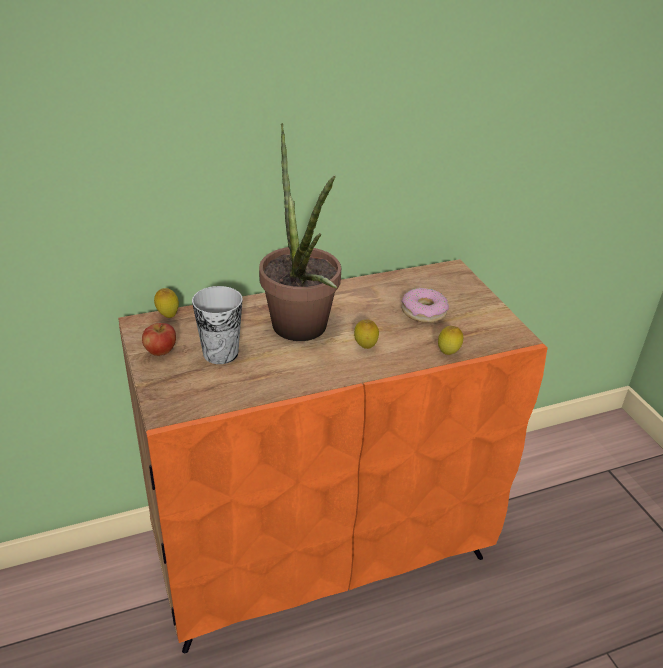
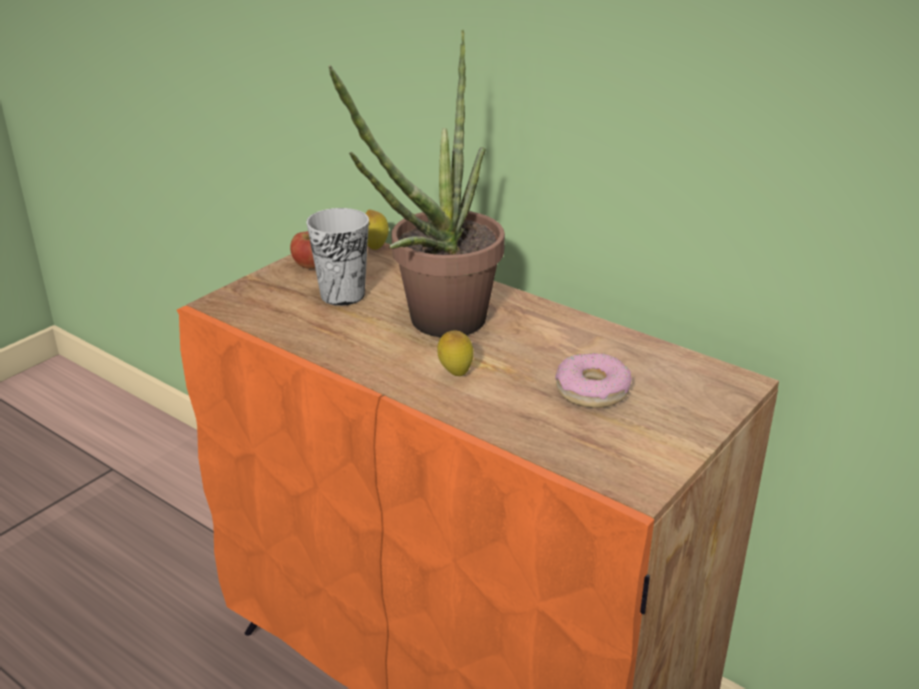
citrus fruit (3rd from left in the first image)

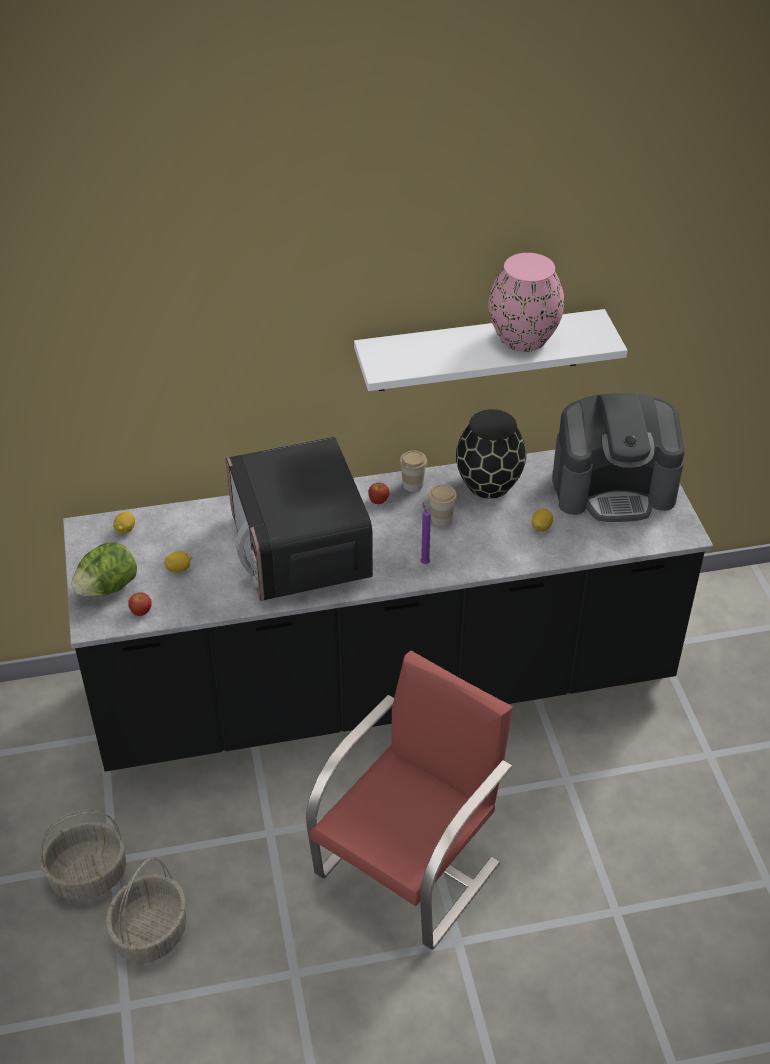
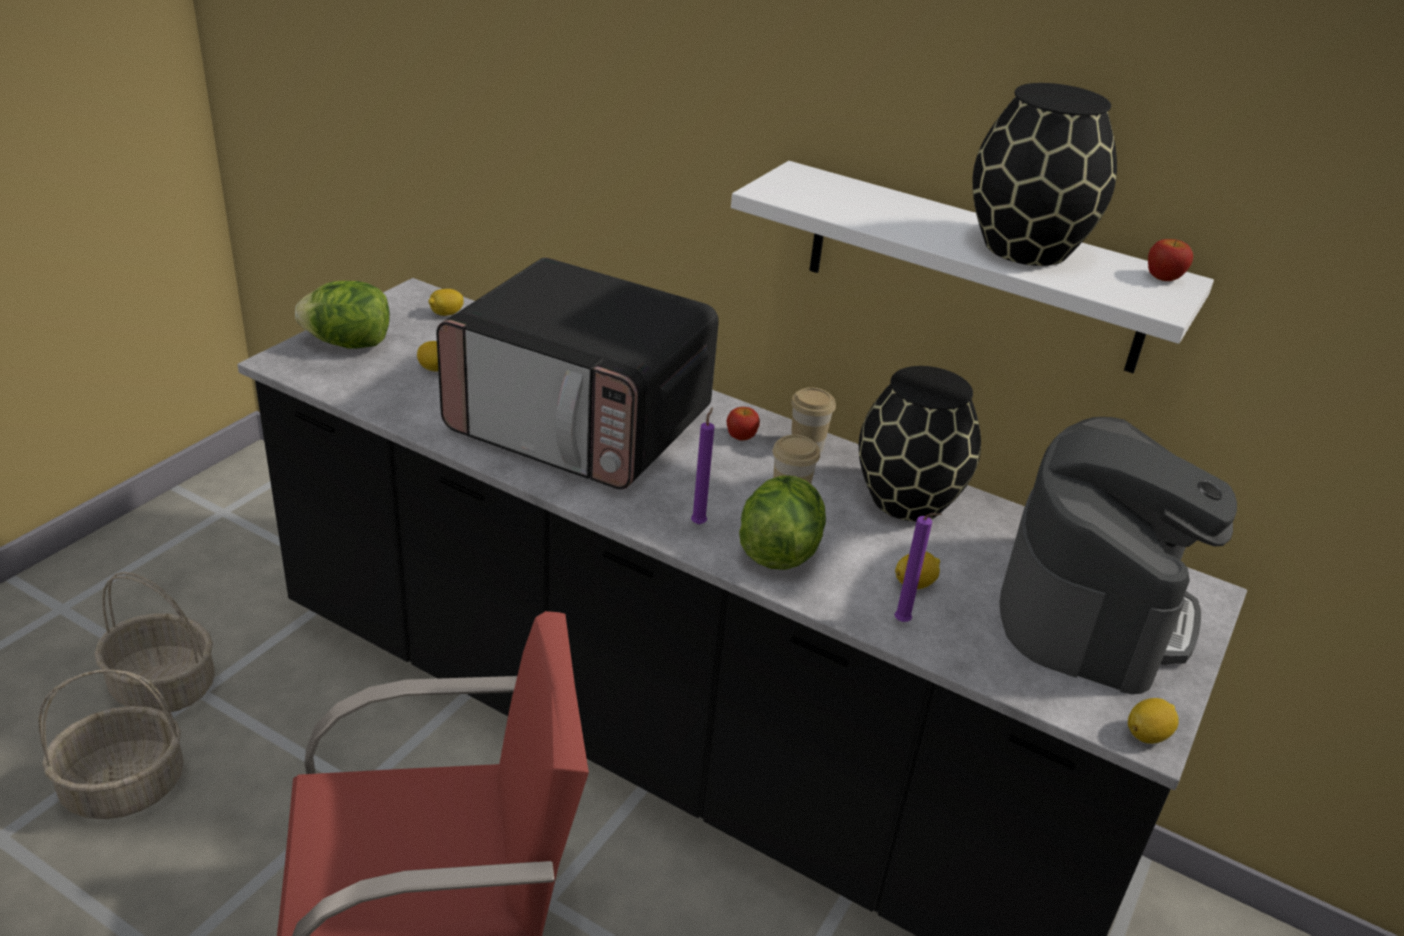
apple (2nd from left)
kitchen microwave
flower vase (blackish) (2nd from left)
coffee maker
lettuce head (2nd from left)
candle (purple-coloured) (2nd from left)
citrus fruit (4th from left)

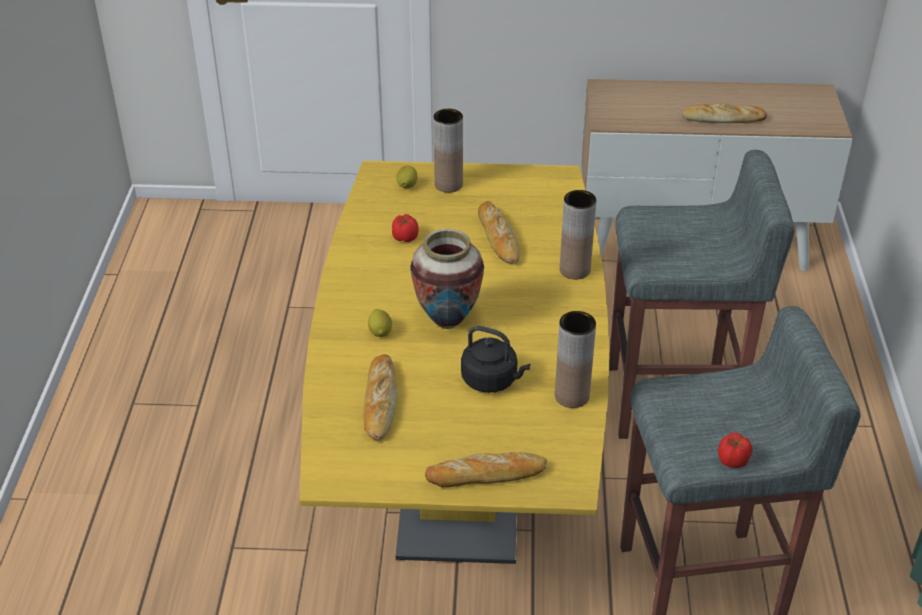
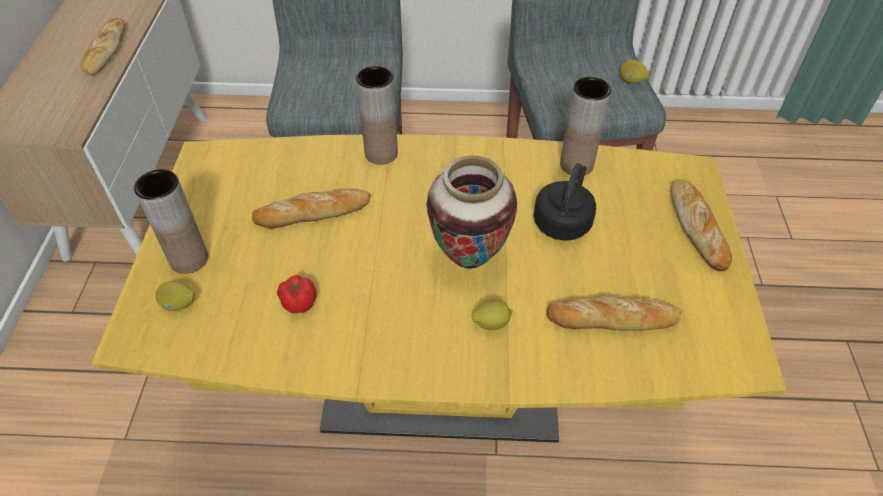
citrus fruit (3rd from left)

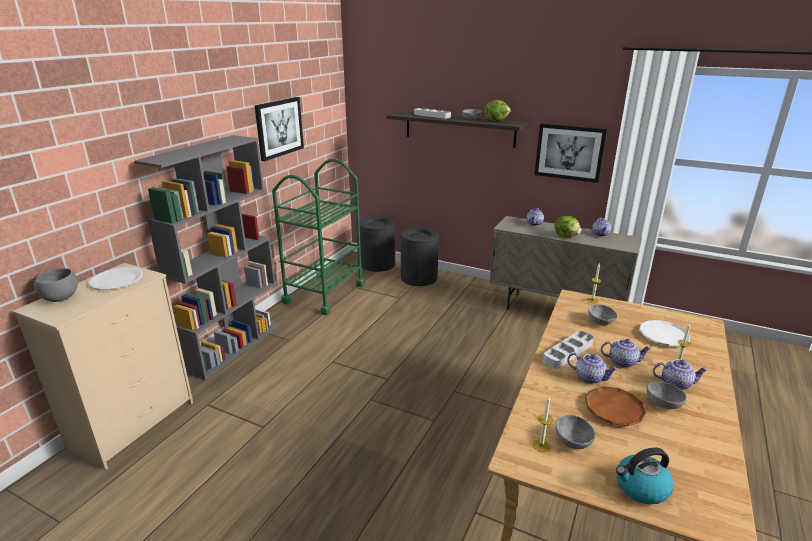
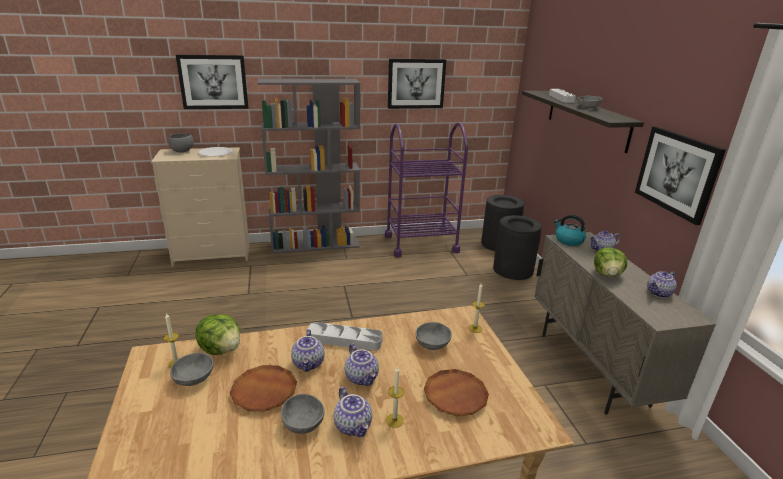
cart (purple-coloured)
lettuce head (1st from left)
kettle
flat dish (brown) (2nd from left)
picture (1st from left)

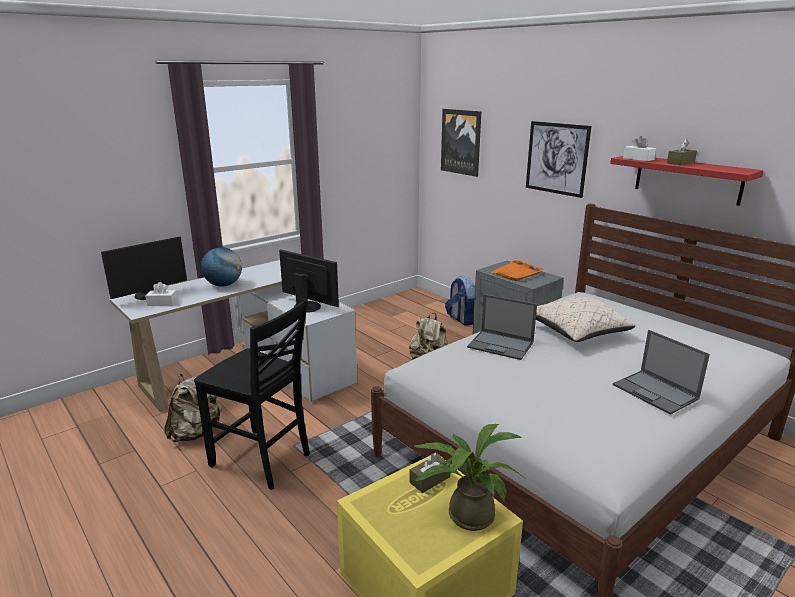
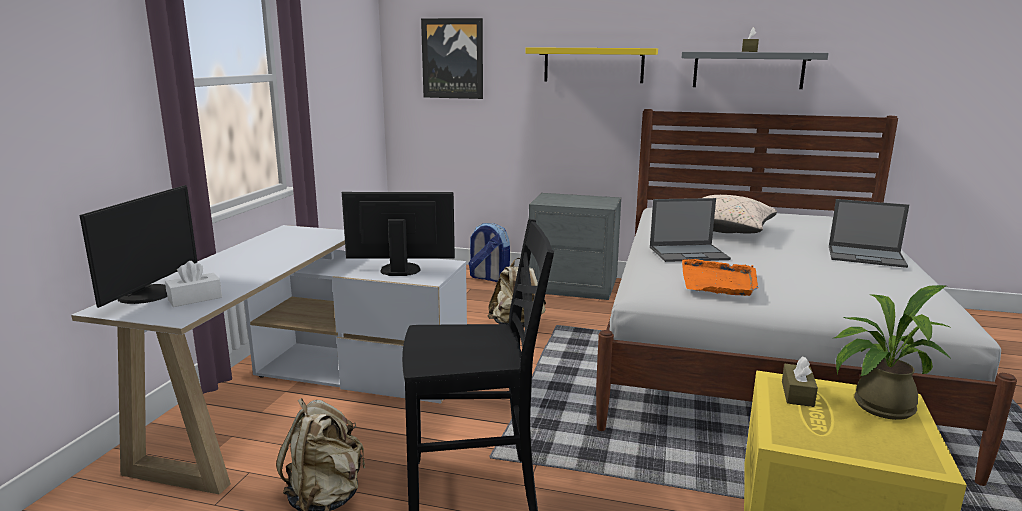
globe
carrying tray (orange-coloured)
wall shelf (yellowish)
wall shelf (gray)
tissue holder (whitish) (2nd from left in the first image)

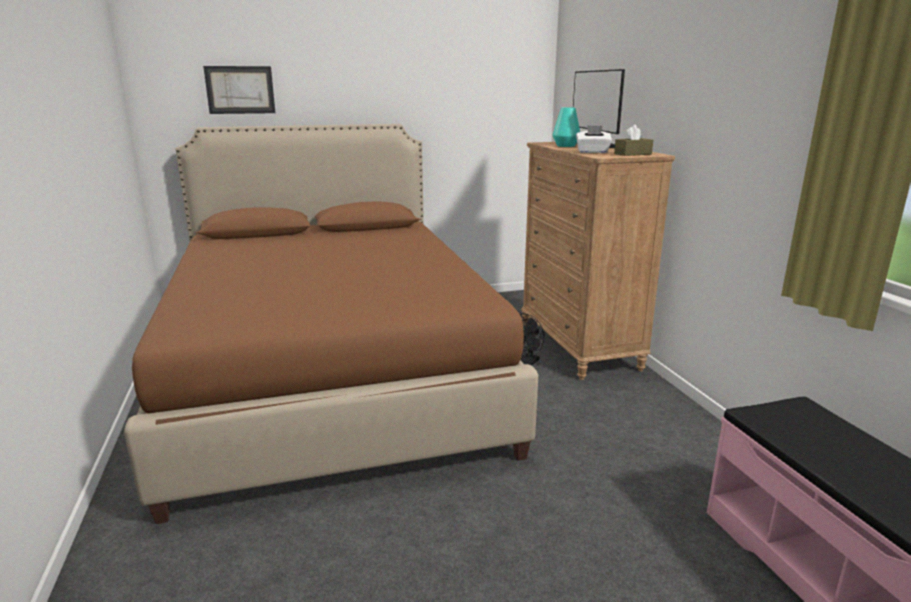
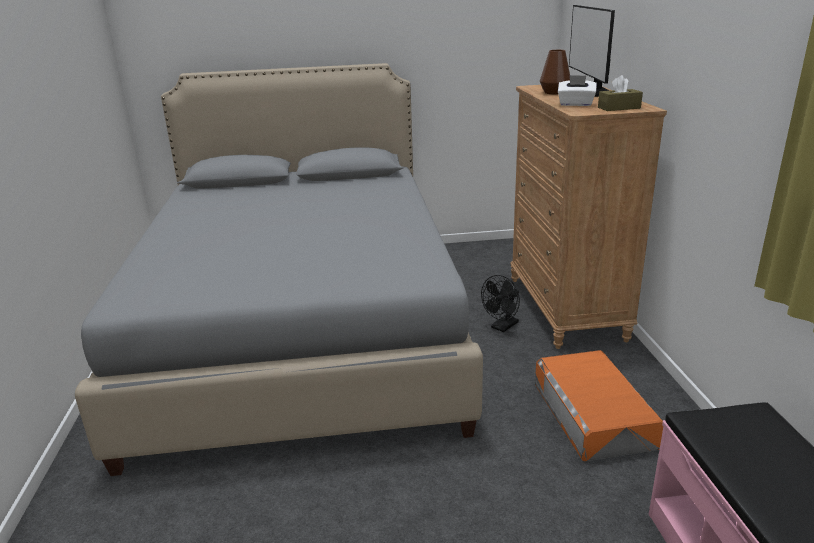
bed (gray)
picture
flower vase (brown)
storage bin (orange-coloured)

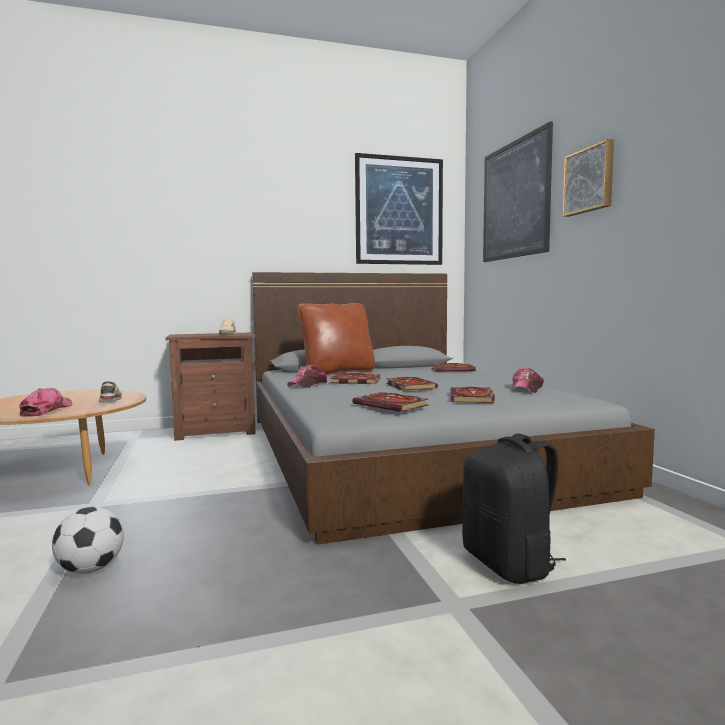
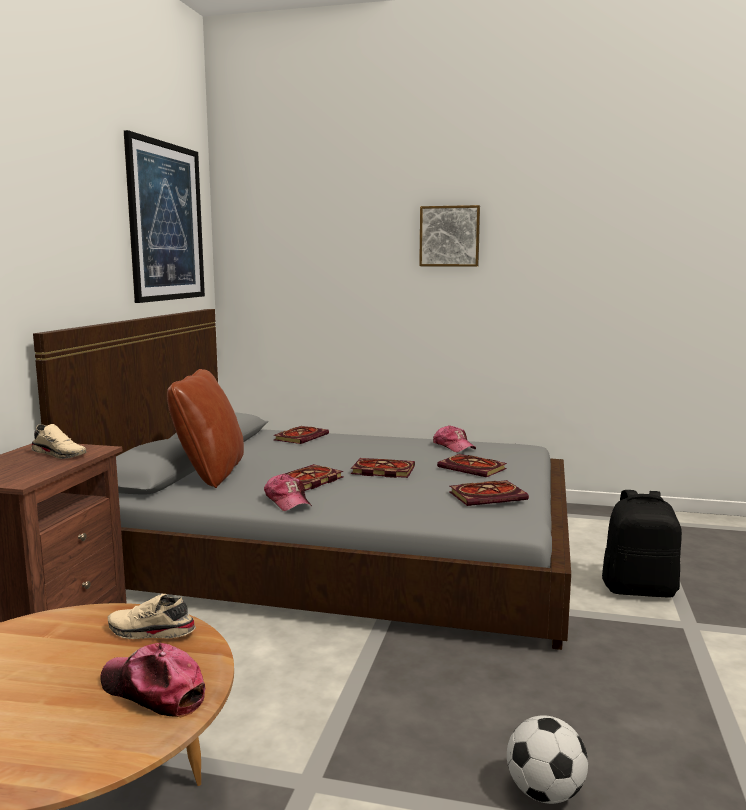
picture (2nd from left in the first image)

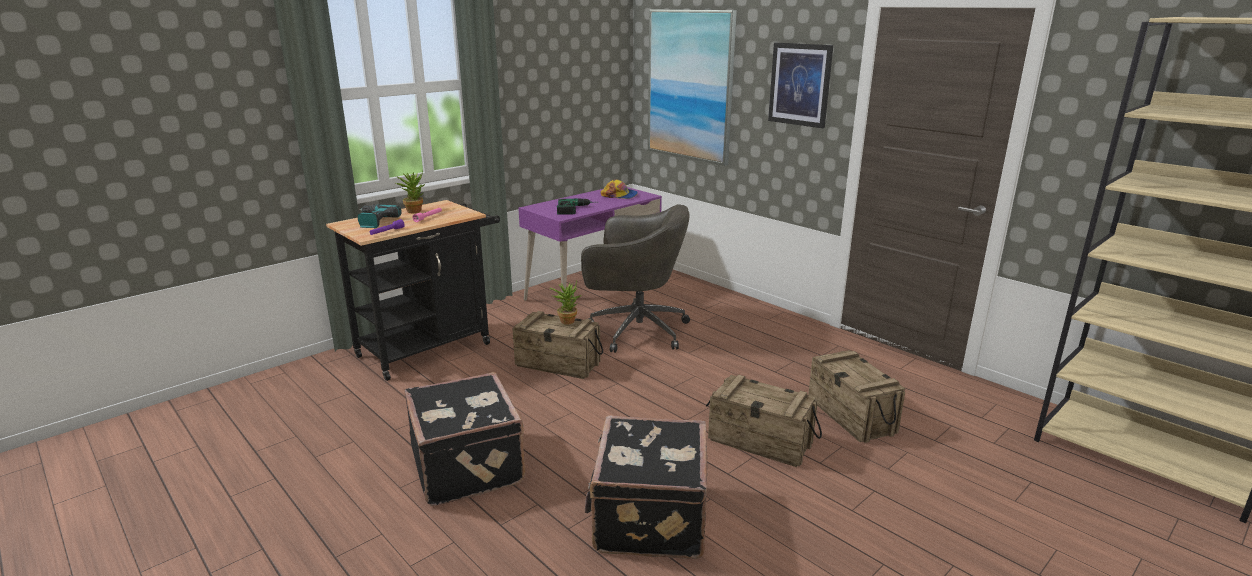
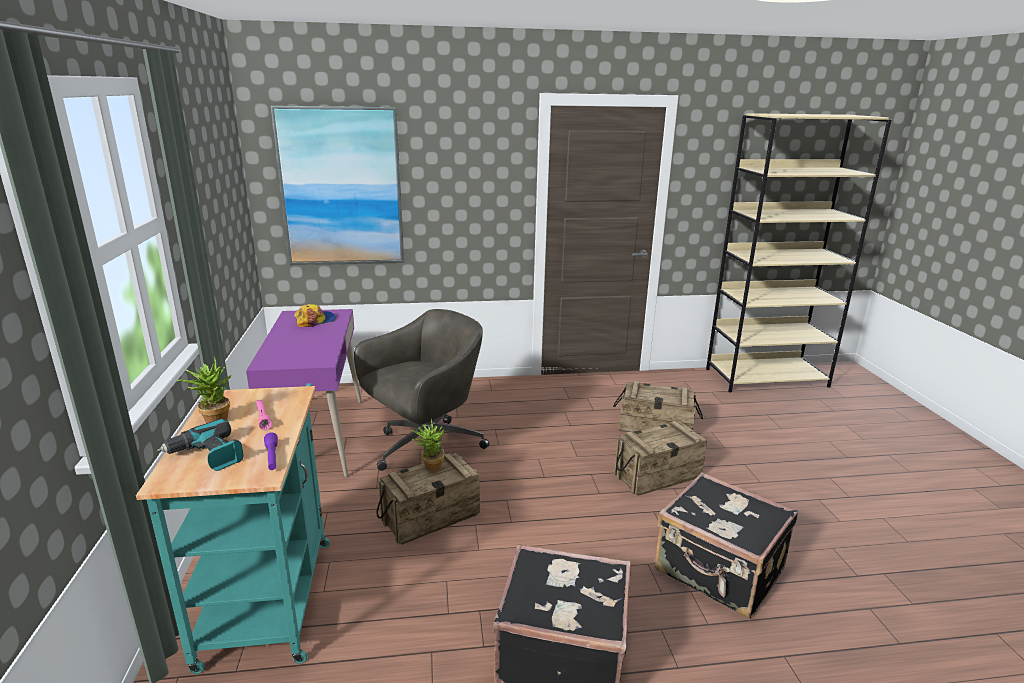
cart (turquoise-coloured)
power drill (2nd from left in the first image)
picture (2nd from left in the first image)

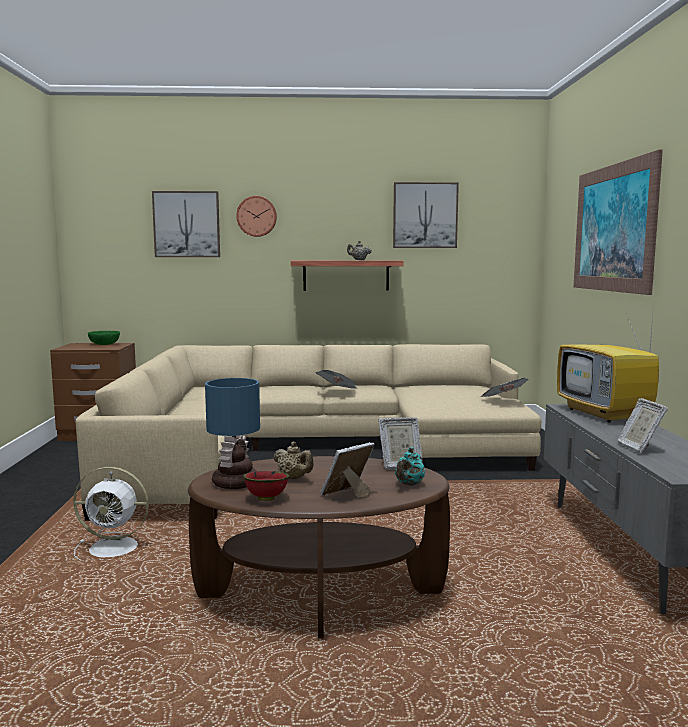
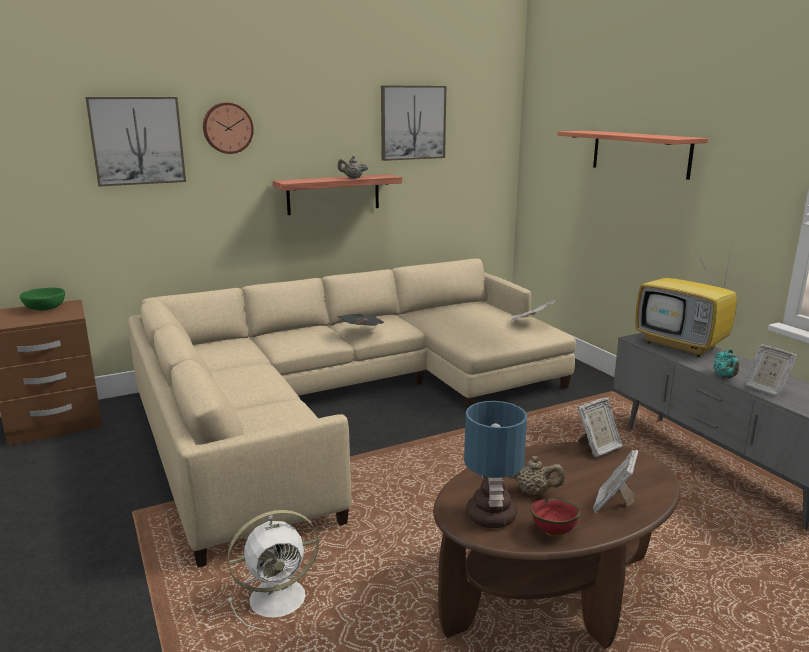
pot for tea (turquoise-coloured)
wall shelf (2nd from left)

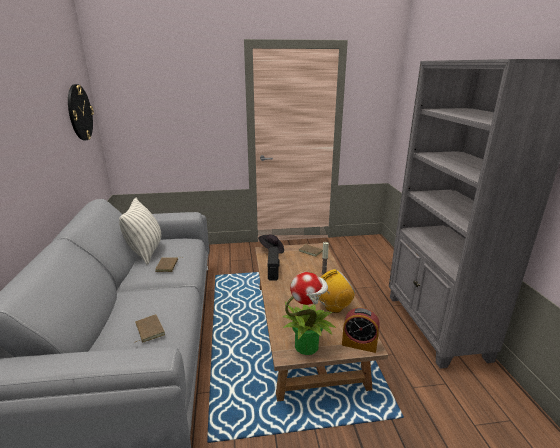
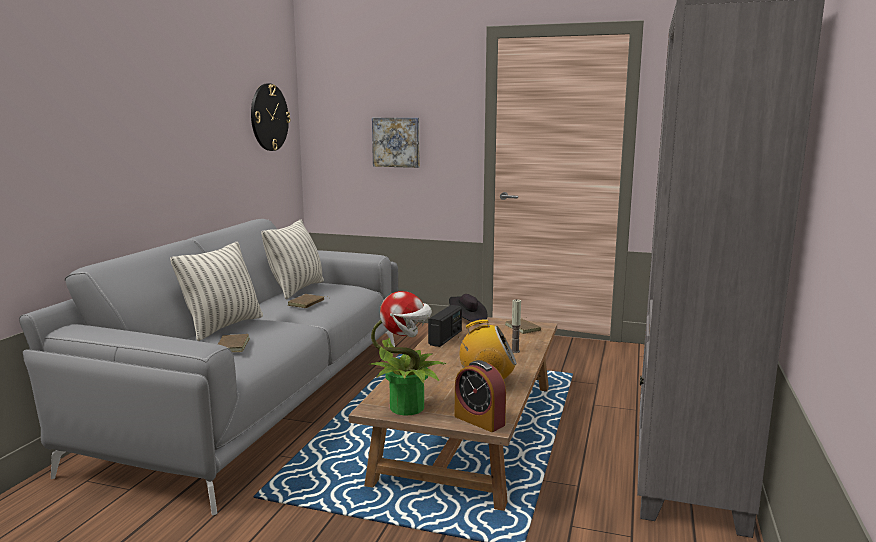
cushion (1st from left)
picture

